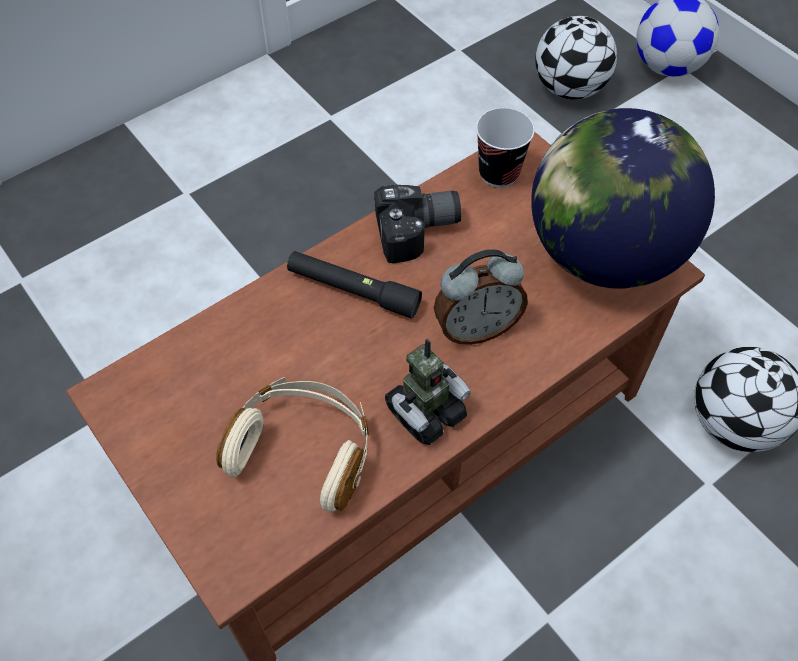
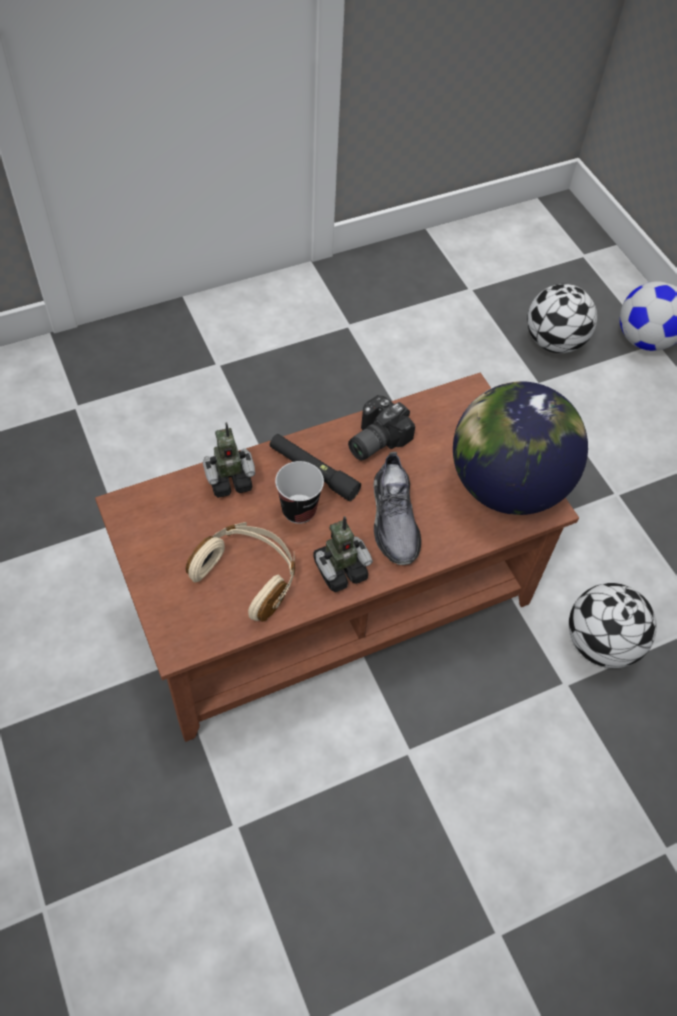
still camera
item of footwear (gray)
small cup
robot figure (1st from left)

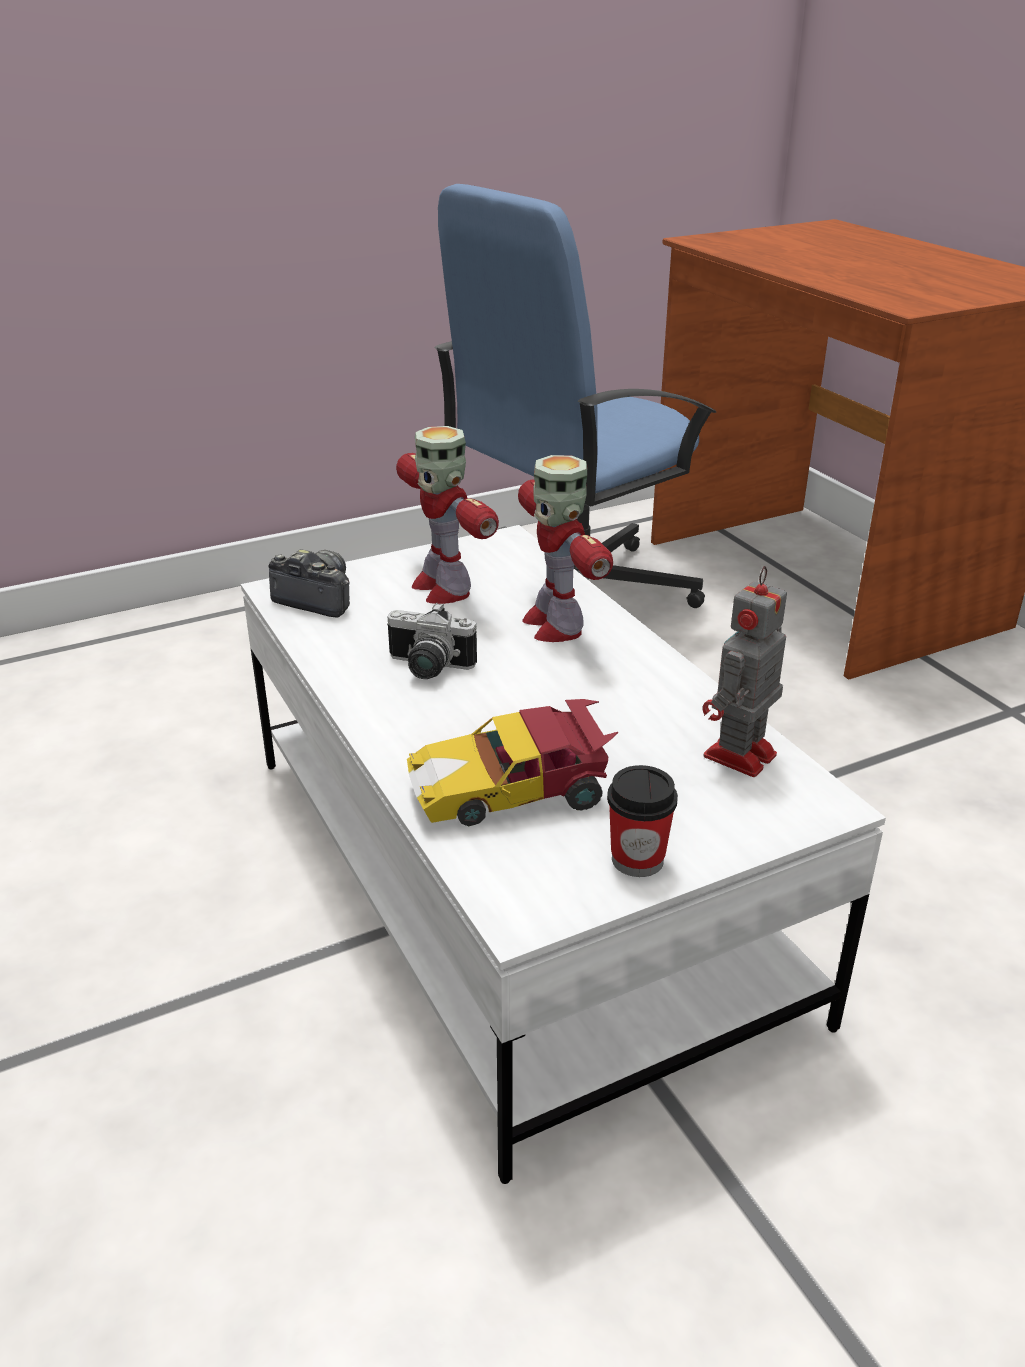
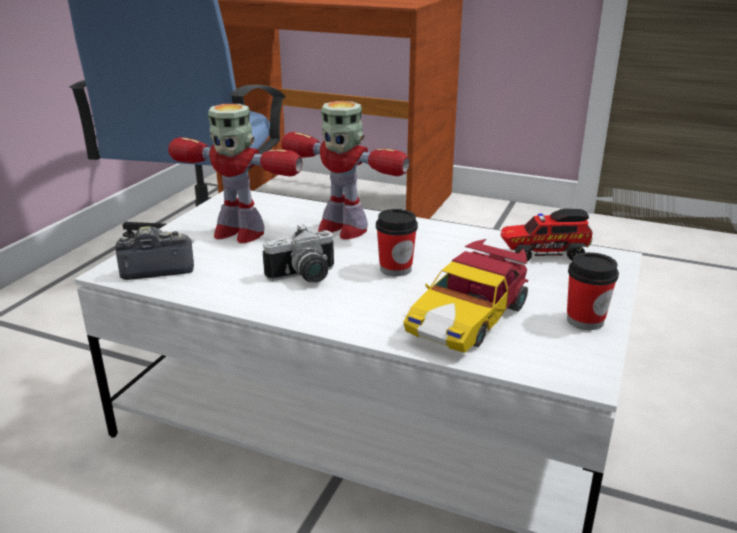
toy lorry
small cup (1st from left)

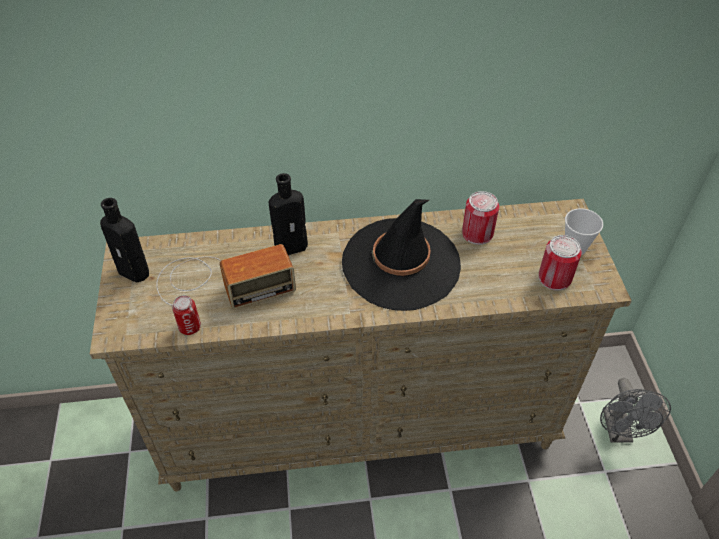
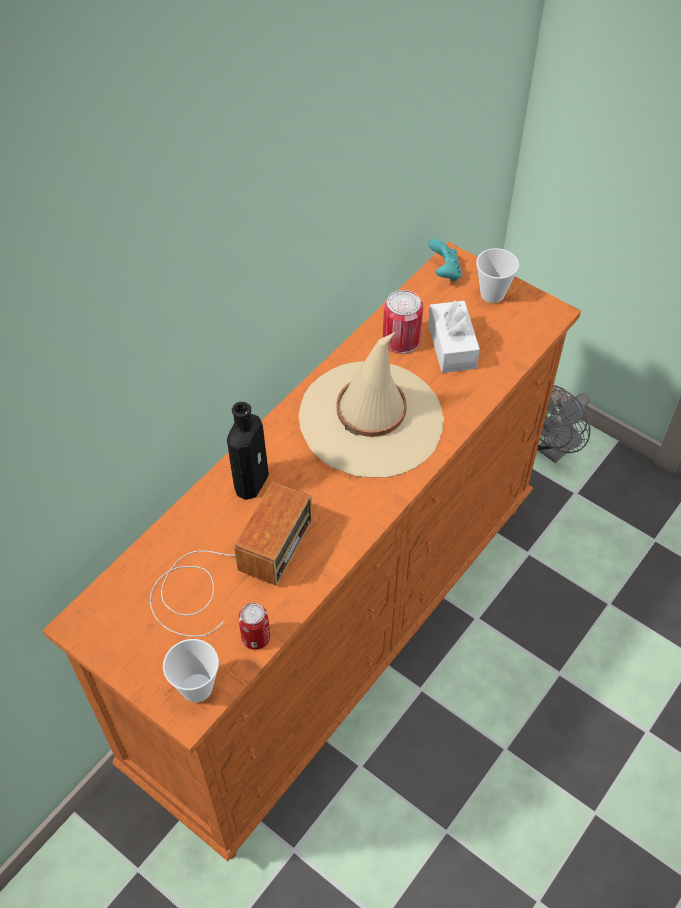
dresser (orange-coloured)
drink bottle (blackish) (1st from left in the first image)
hat (sand-coloured)
can (3rd from left in the first image)
cooling fan (gray)
small cup (1st from left)
gamepad (turquoise-coloured)
tissue holder (whitish)

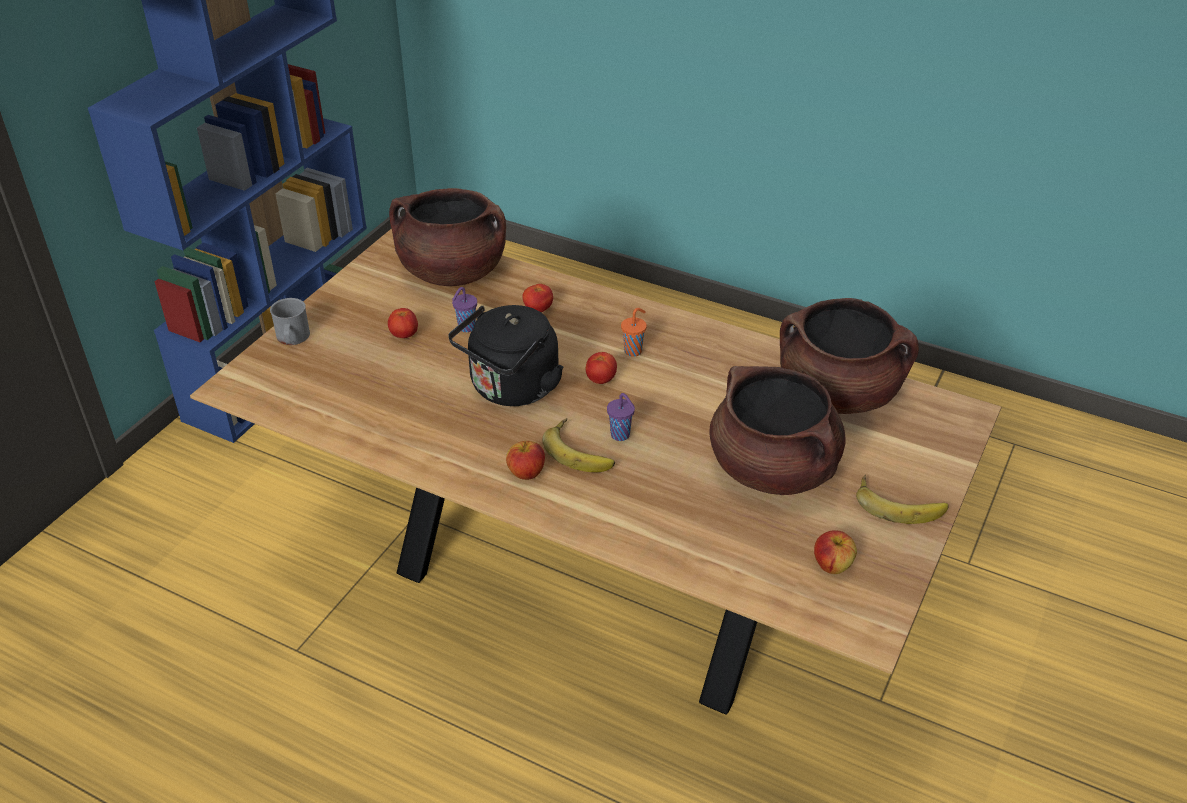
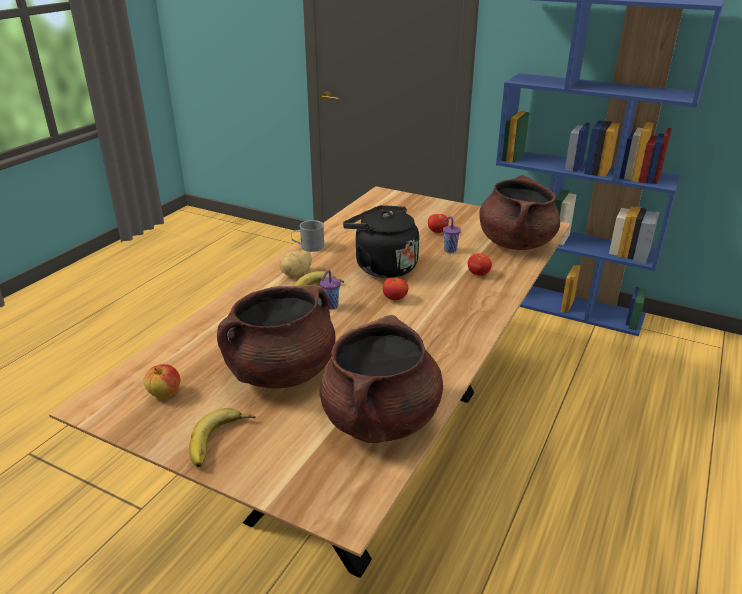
tea mug (gray)
potato
small cup (orange-coloured)

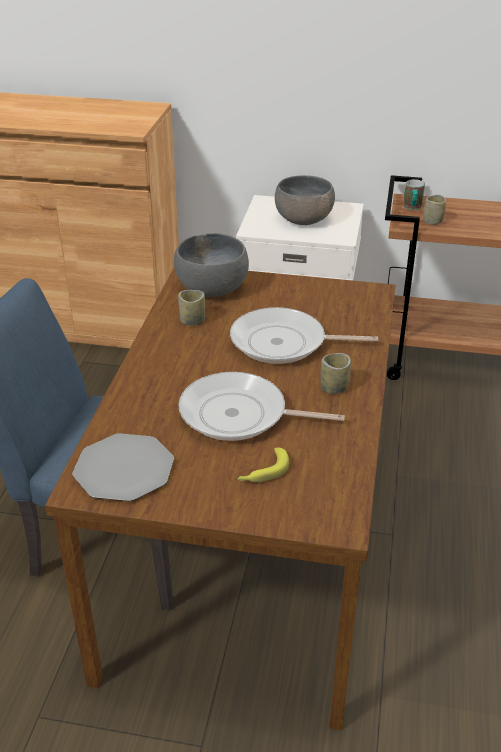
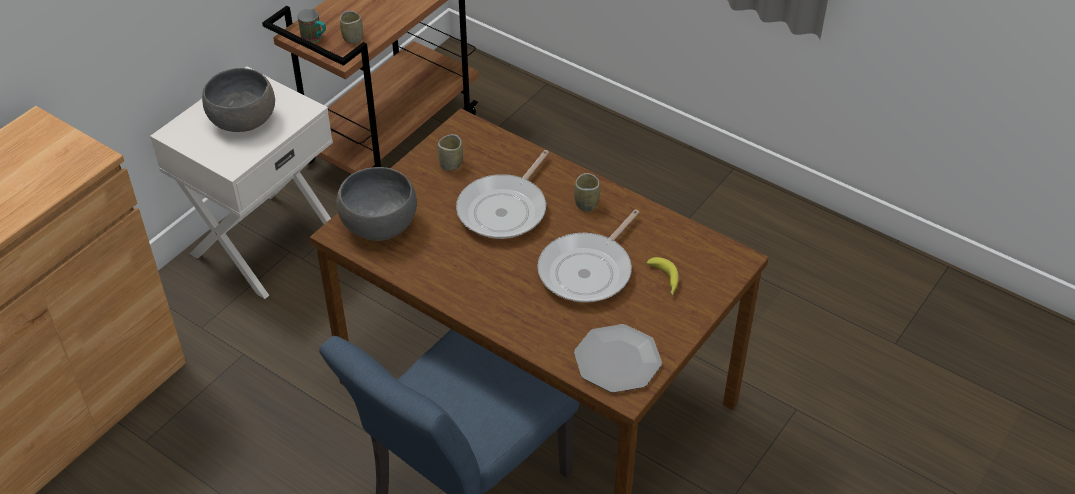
small cup (2nd from left)

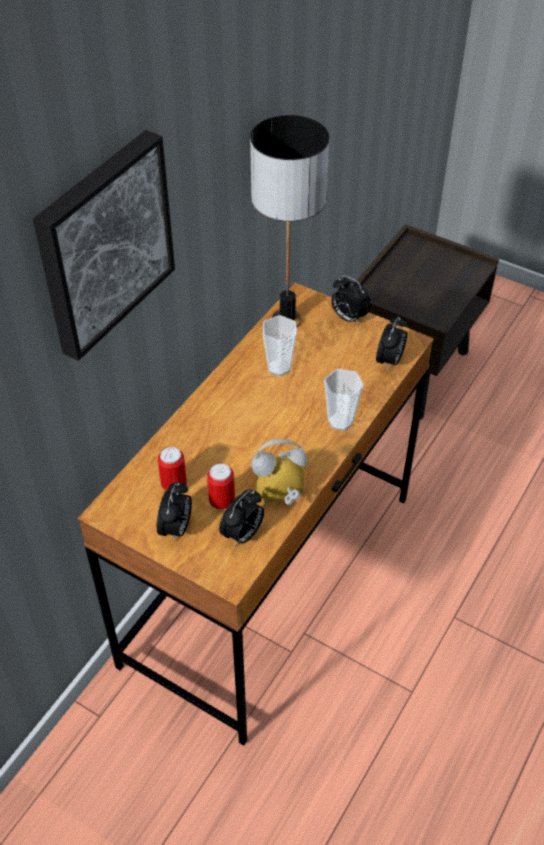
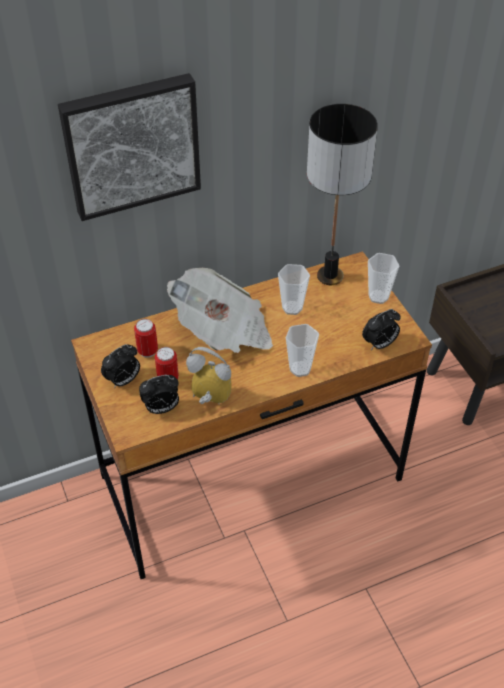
small cup (3rd from left)
printed paper

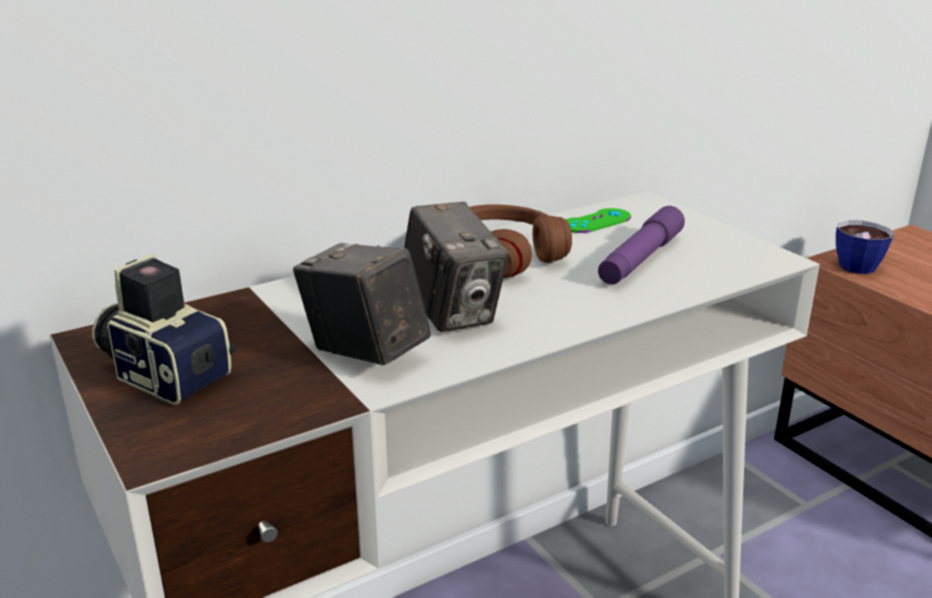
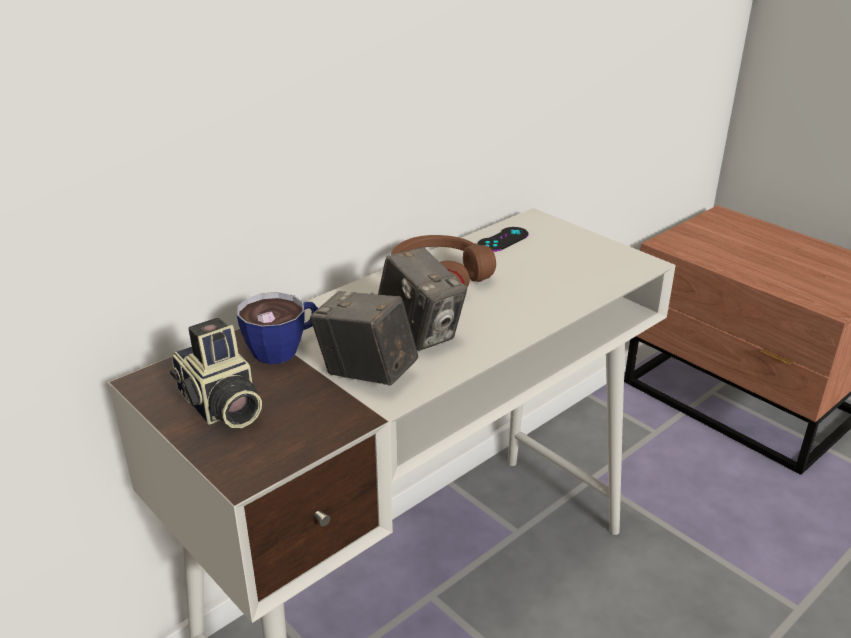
still camera (1st from left)
gamepad (blackish)
hand torch (purple-coloured)
small cup

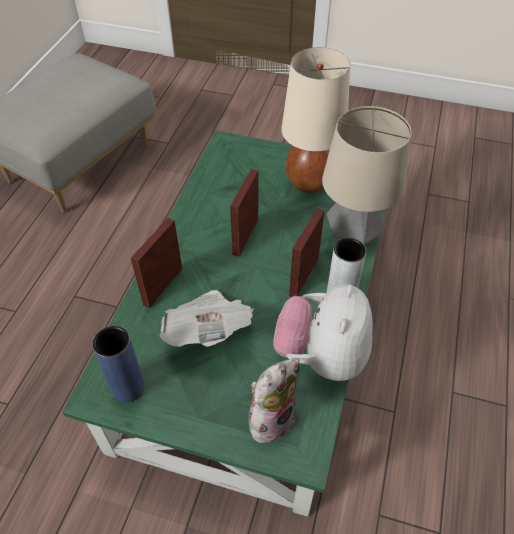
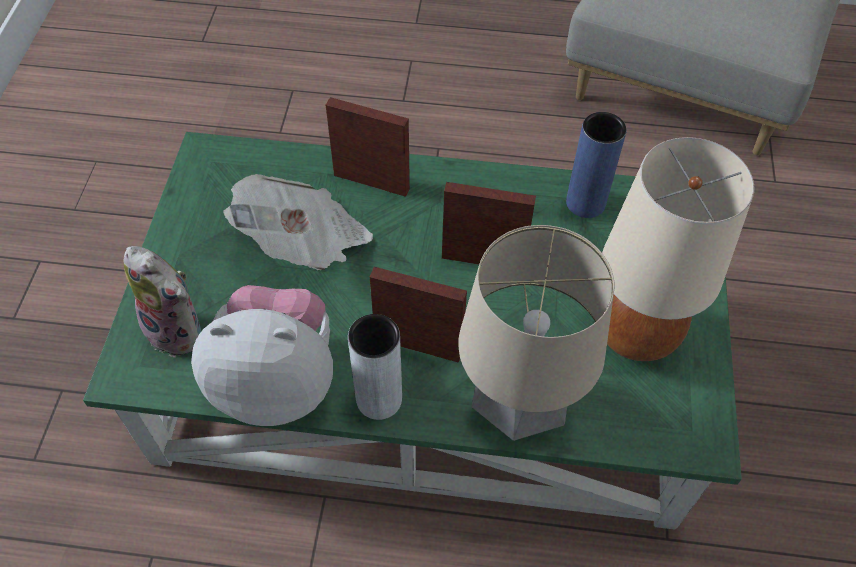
flower vase (blue)

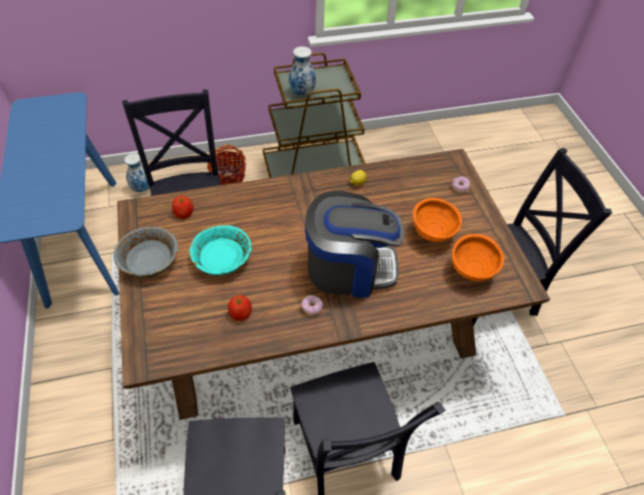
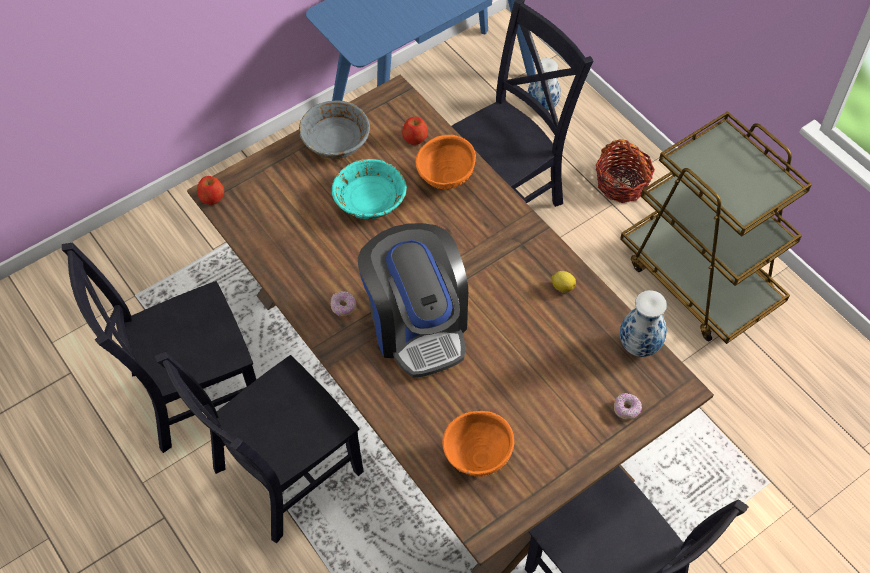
apple (1st from left)
flower vase (2nd from left)
bowl (orange-coloured) (1st from left)

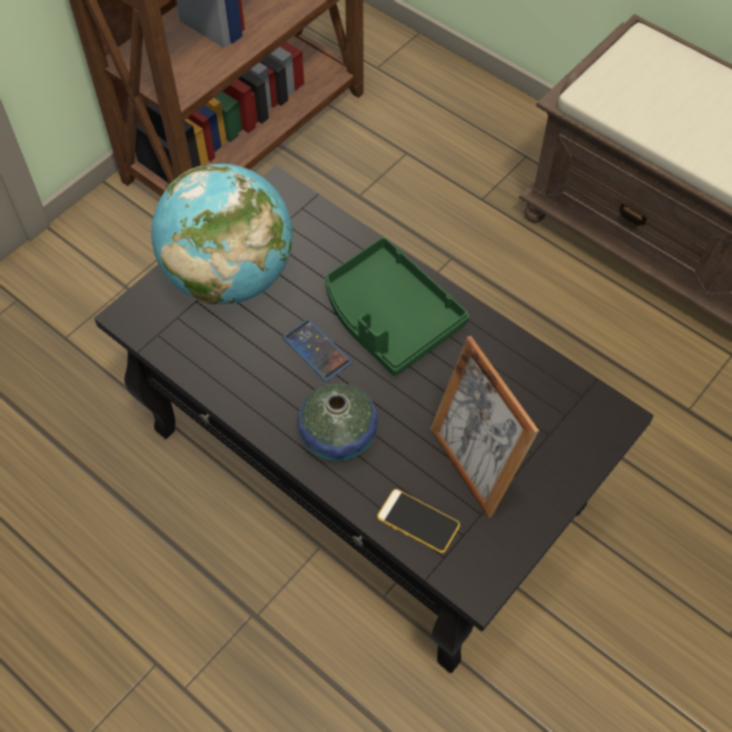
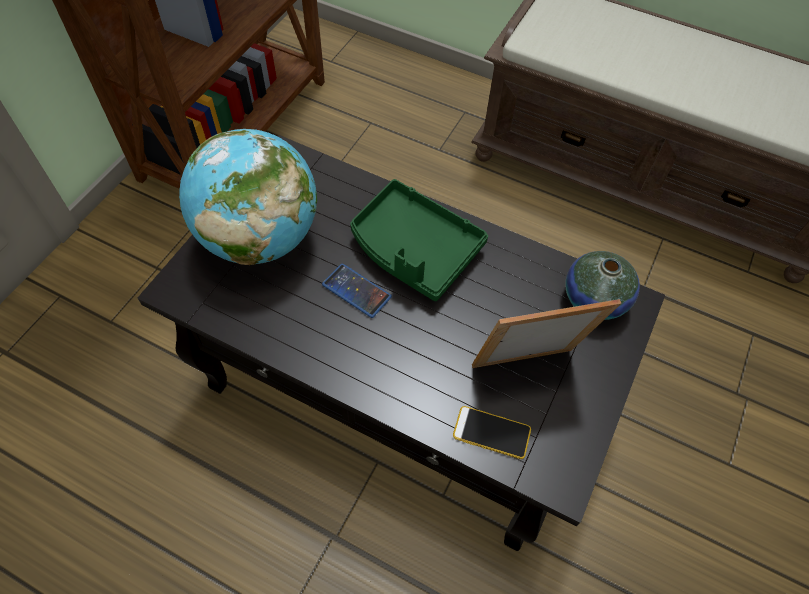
flower vase
photo frame

